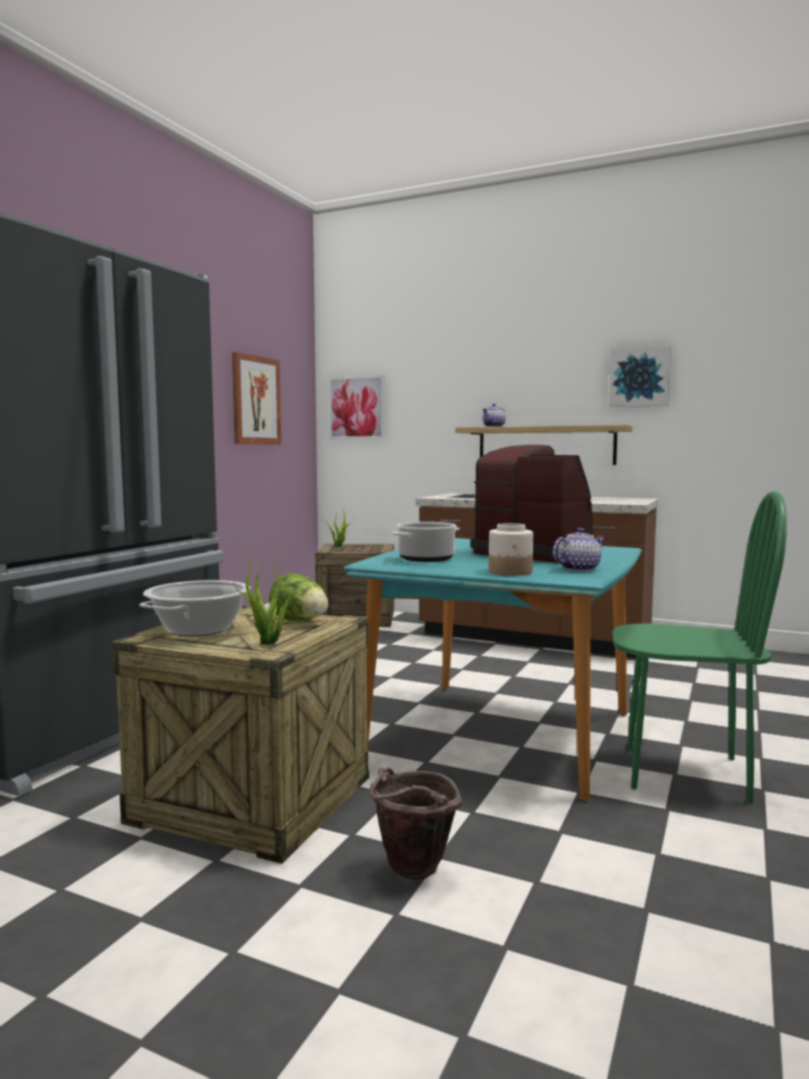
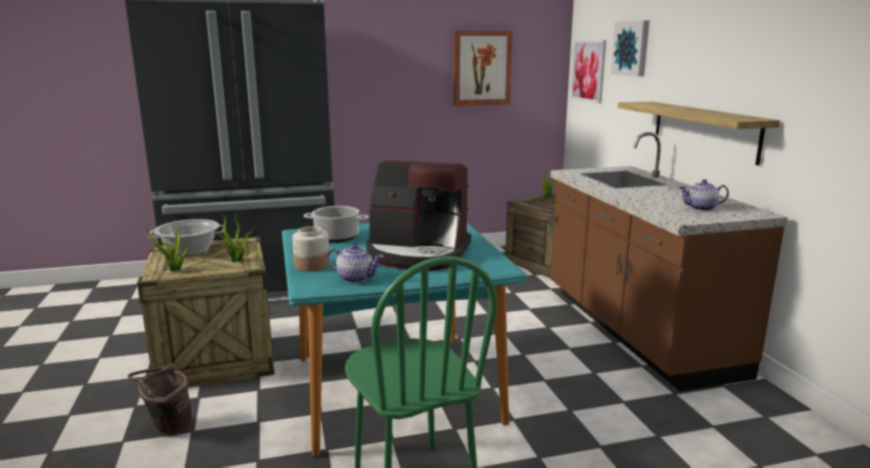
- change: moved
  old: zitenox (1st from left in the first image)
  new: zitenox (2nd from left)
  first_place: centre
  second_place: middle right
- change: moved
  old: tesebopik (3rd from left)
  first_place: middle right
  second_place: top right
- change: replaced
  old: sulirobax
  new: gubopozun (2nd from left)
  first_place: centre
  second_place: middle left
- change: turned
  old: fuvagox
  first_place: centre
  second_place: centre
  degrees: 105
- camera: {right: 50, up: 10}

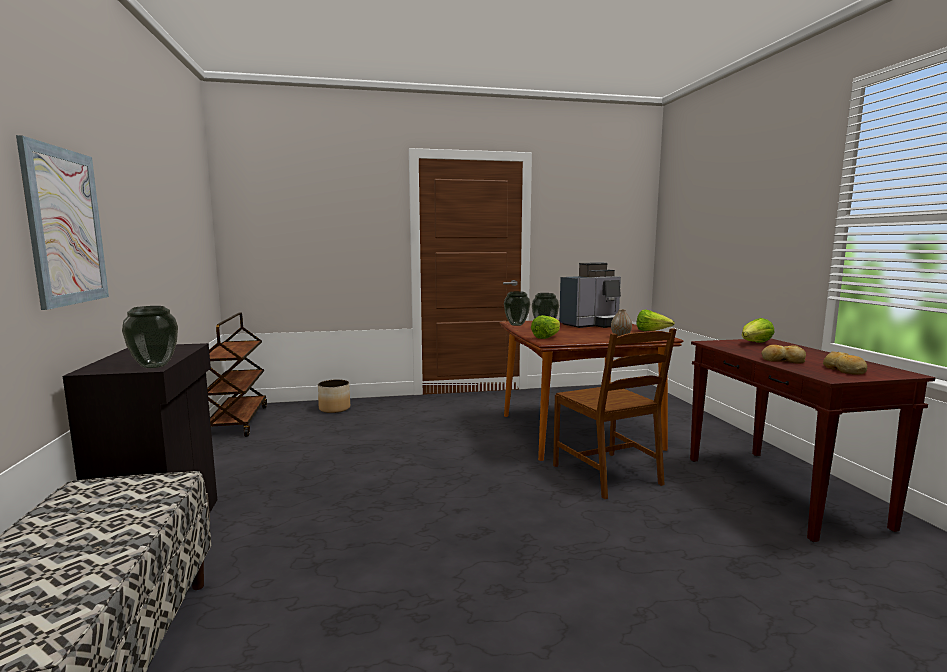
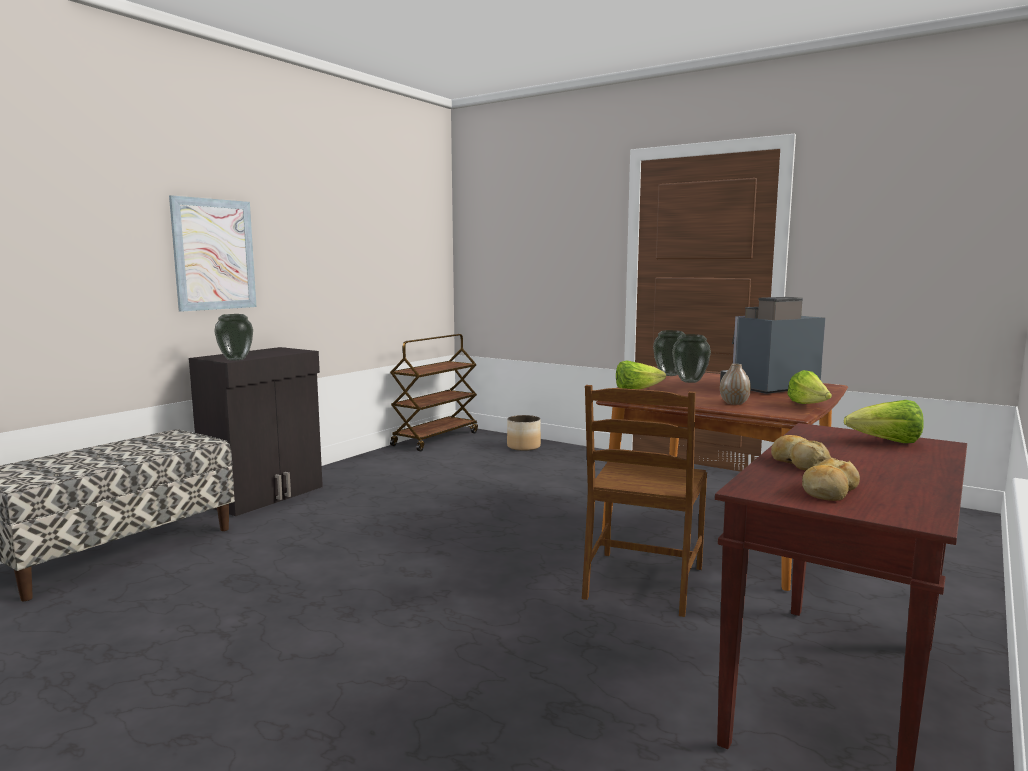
- change: turned
  old: fuvagox
  first_place: centre
  second_place: middle right
  degrees: 135
- camera: {right: 45, up: 0}

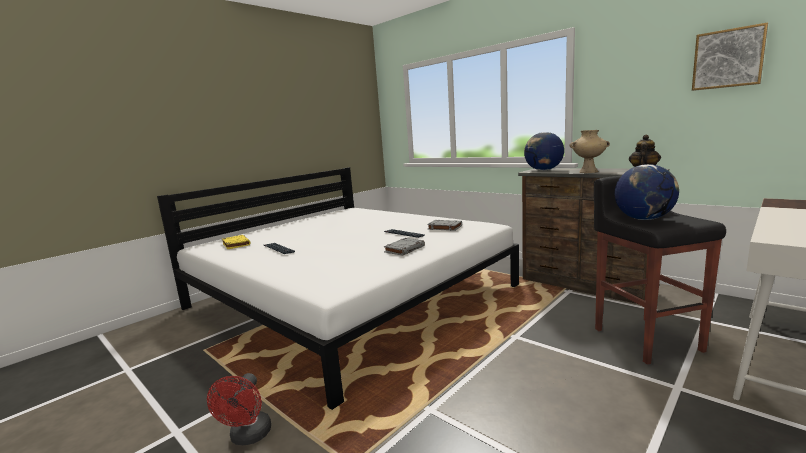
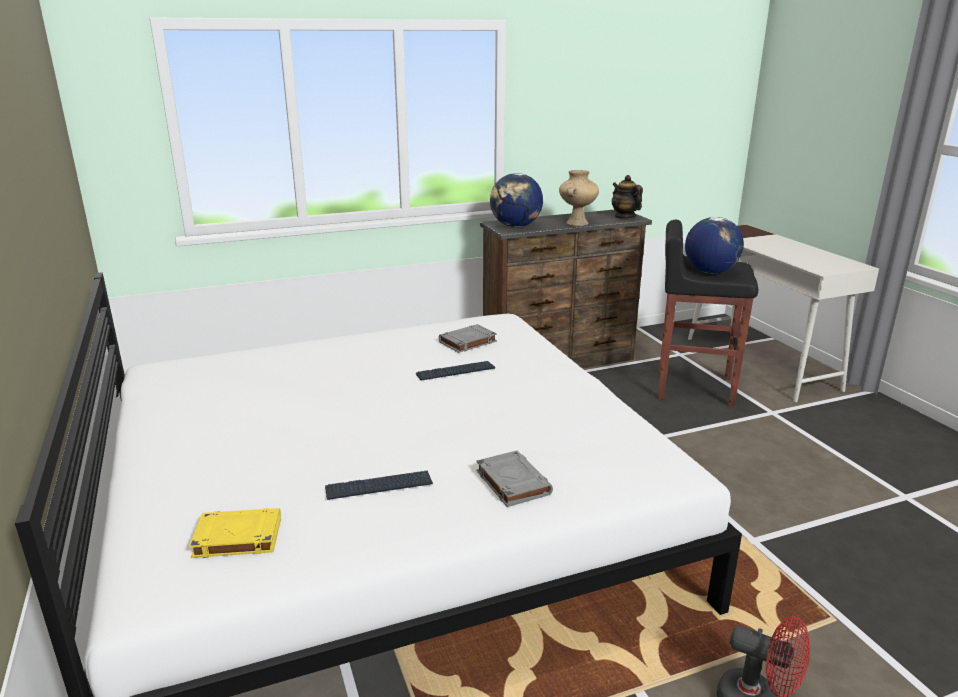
- change: removed
  old: tesebopik
  first_place: top right
- change: moved
  old: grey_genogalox (1st from left in the first image)
  new: grey_genogalox (2nd from left)
  first_place: centre
  second_place: bottom centre
- camera: {right: -65, up: 10}

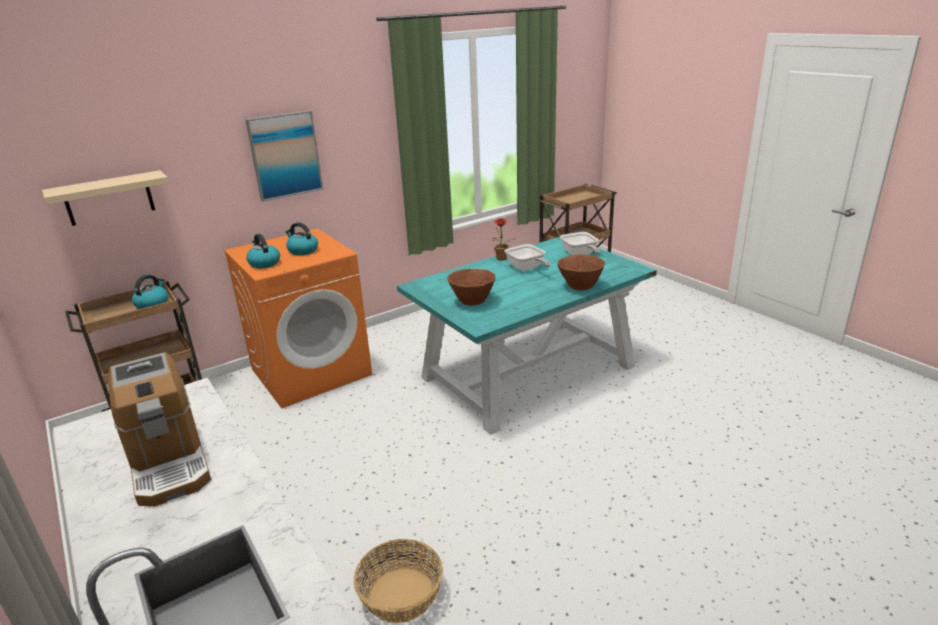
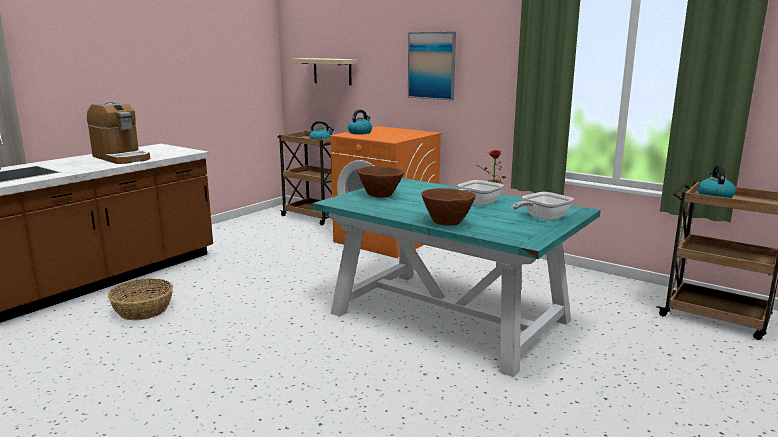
- change: moved
  old: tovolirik (3rd from left)
  first_place: middle left
  second_place: middle right
- change: turned
  old: fuvagox
  first_place: bottom left
  second_place: top left
  degrees: -90
- camera: {right: 70, up: -10}

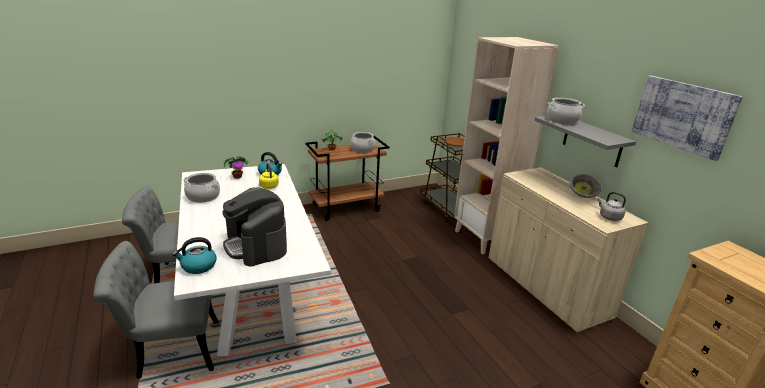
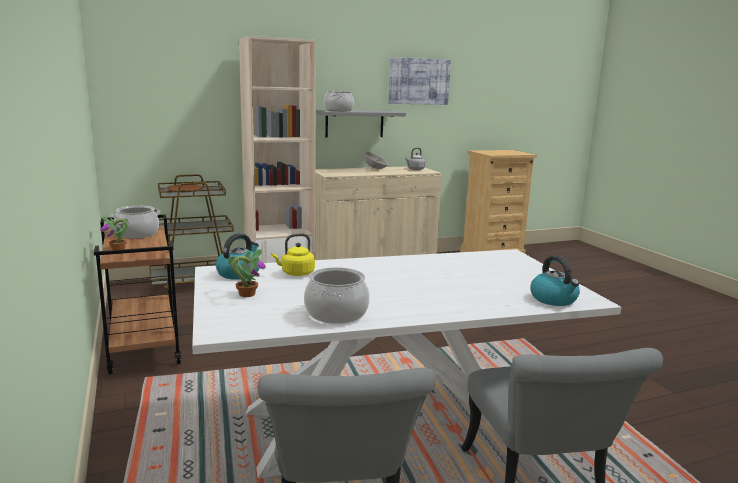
- change: removed
  old: fuvagox
  first_place: middle left
- camera: {right: -85, up: -10}

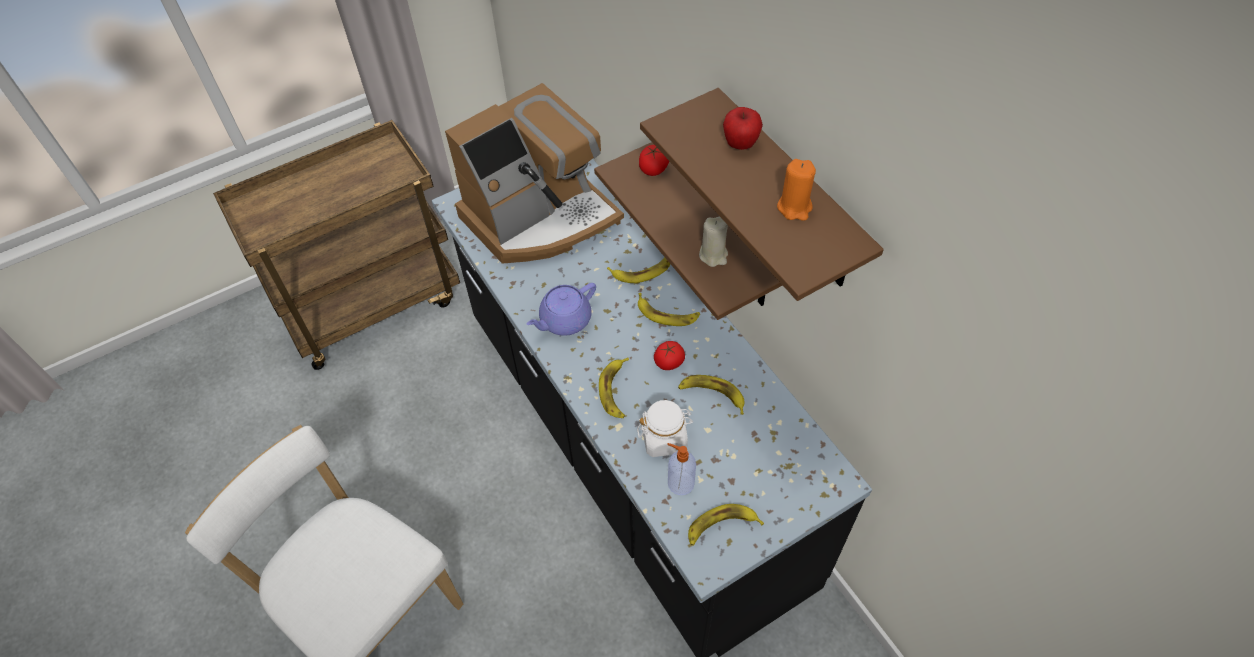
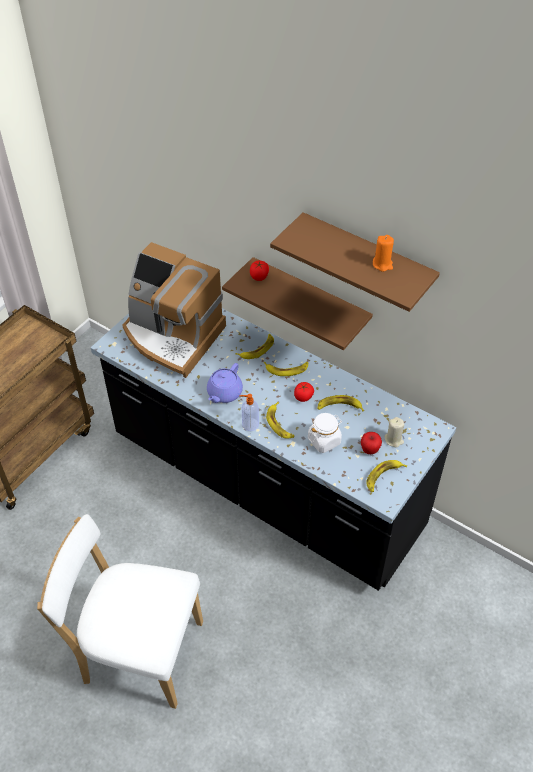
- change: moved
  old: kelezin
  first_place: bottom centre
  second_place: centre
- change: moved
  old: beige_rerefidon
  first_place: centre
  second_place: middle right
- change: moved
  old: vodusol
  first_place: top centre
  second_place: middle right
- change: turned
  old: fuvagox
  first_place: top centre
  second_place: middle left
  degrees: 90
- camera: {right: -25, up: -5}

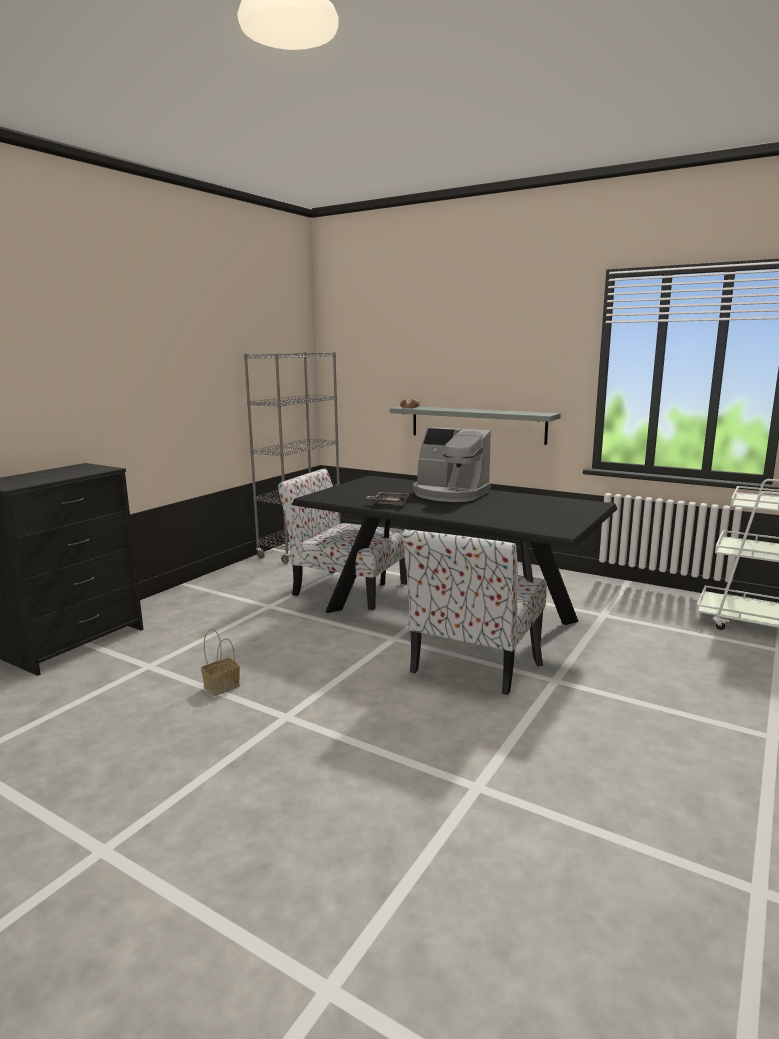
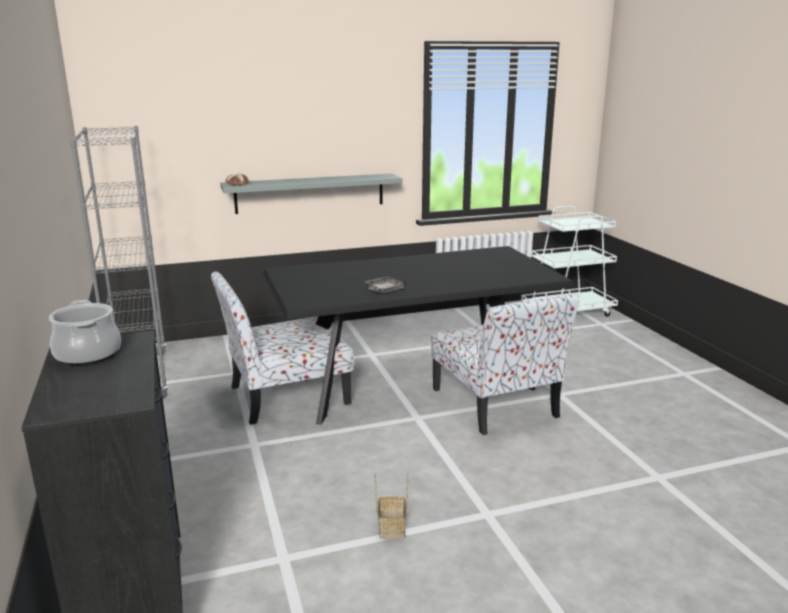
- change: removed
  old: fuvagox
  first_place: centre
- change: added
  new: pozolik
  second_place: middle left
- camera: {right: -50, up: 5}

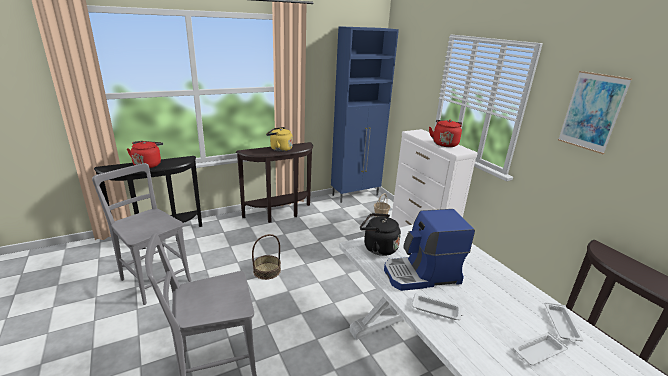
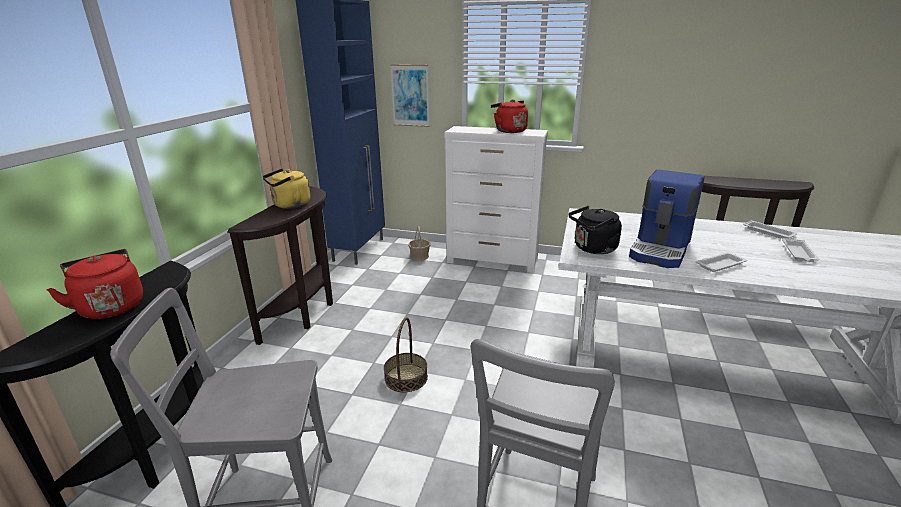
- change: moved
  old: tesebopik
  first_place: top right
  second_place: top centre
- camera: {right: -45, up: 0}

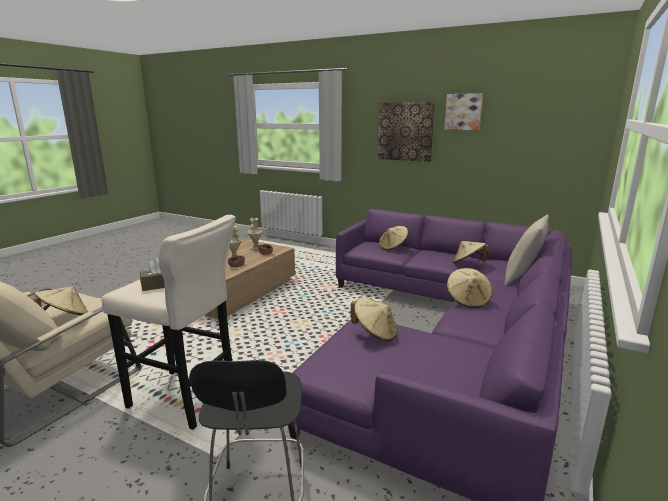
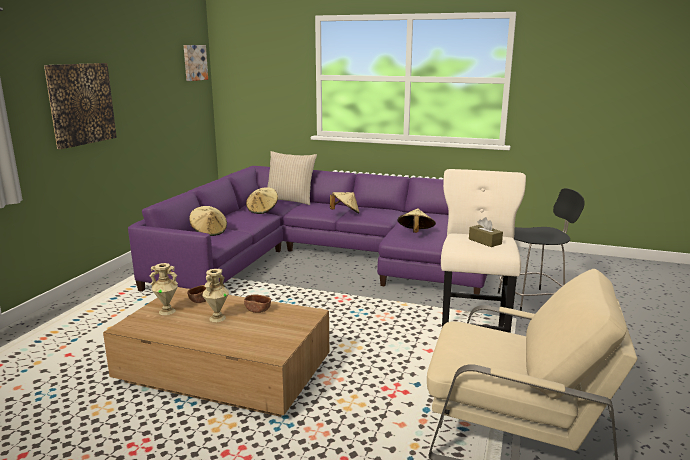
- change: removed
  old: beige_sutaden (1st from left)
  first_place: middle left
- change: moved
  old: tesebopik (2nd from left)
  first_place: top right
  second_place: top left
- camera: {right: -100, up: 0}

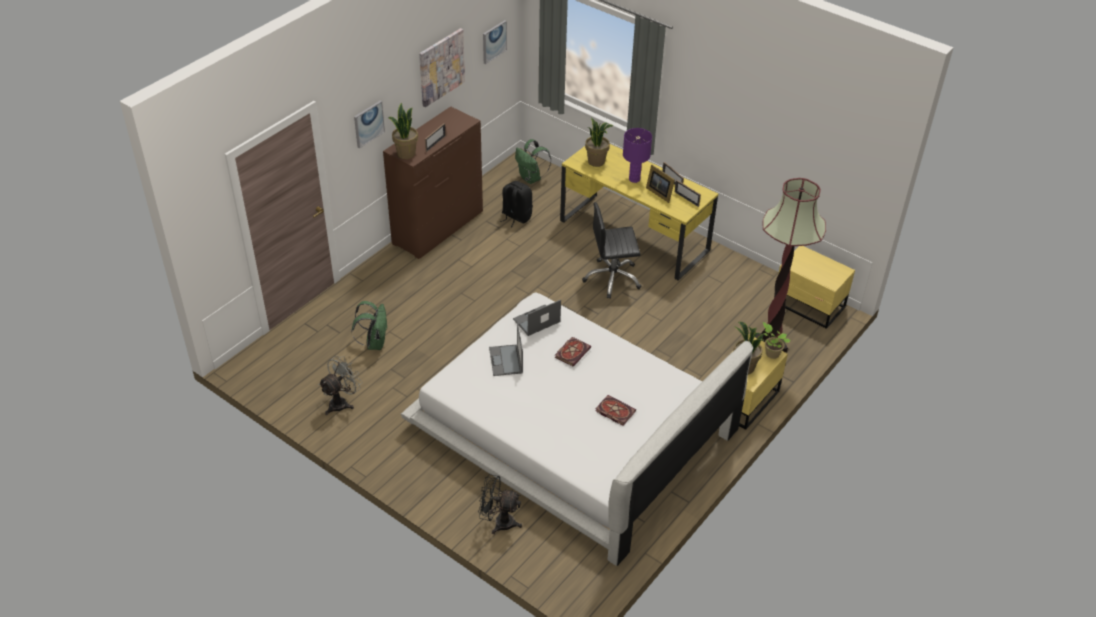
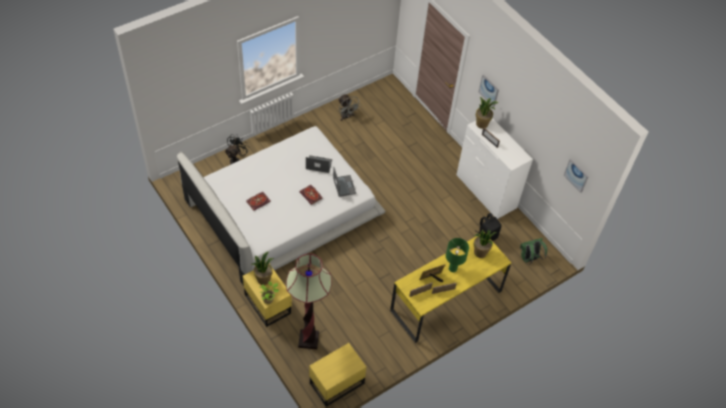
- change: removed
  old: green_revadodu (1st from left)
  first_place: centre
- change: removed
  old: tesebopik (2nd from left)
  first_place: top centre
- change: removed
  old: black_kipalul
  first_place: centre
- change: recoloured
  old: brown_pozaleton
  new: white_pozaleton
  first_place: top centre
  second_place: middle right
- change: recoloured
  old: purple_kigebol
  new: green_kigebol
  first_place: top centre
  second_place: centre
- camera: {right: 105, up: 10}

